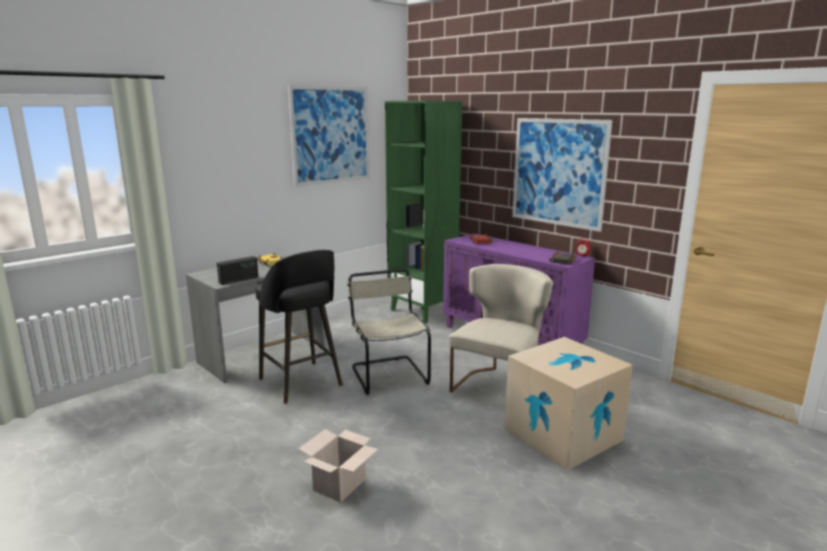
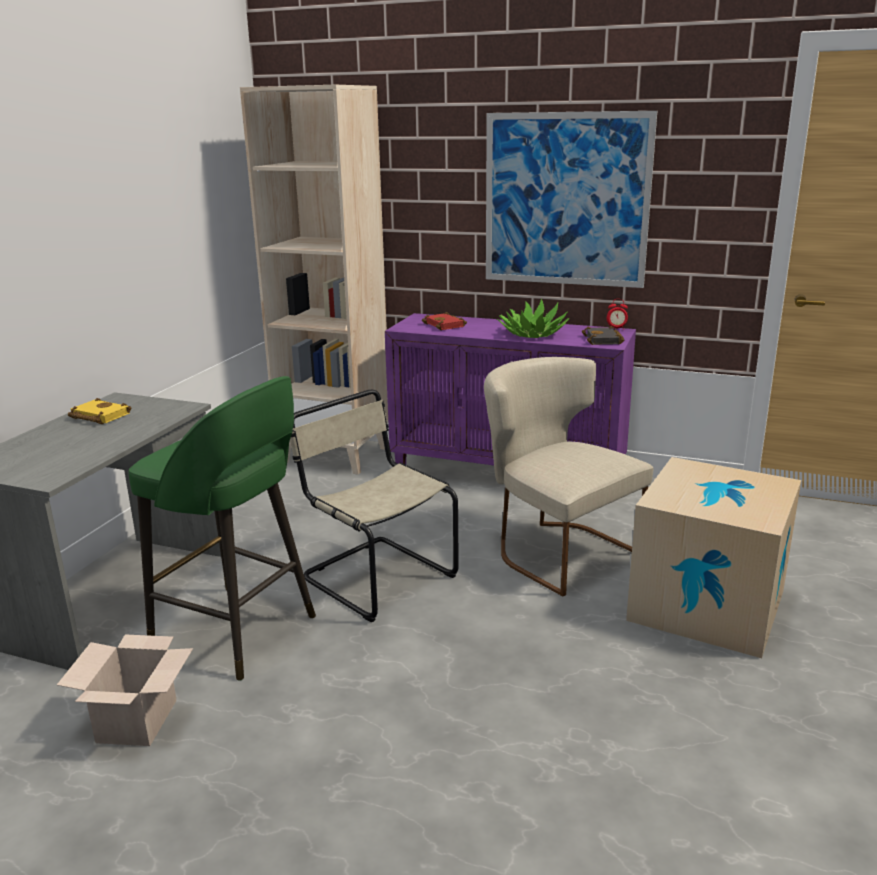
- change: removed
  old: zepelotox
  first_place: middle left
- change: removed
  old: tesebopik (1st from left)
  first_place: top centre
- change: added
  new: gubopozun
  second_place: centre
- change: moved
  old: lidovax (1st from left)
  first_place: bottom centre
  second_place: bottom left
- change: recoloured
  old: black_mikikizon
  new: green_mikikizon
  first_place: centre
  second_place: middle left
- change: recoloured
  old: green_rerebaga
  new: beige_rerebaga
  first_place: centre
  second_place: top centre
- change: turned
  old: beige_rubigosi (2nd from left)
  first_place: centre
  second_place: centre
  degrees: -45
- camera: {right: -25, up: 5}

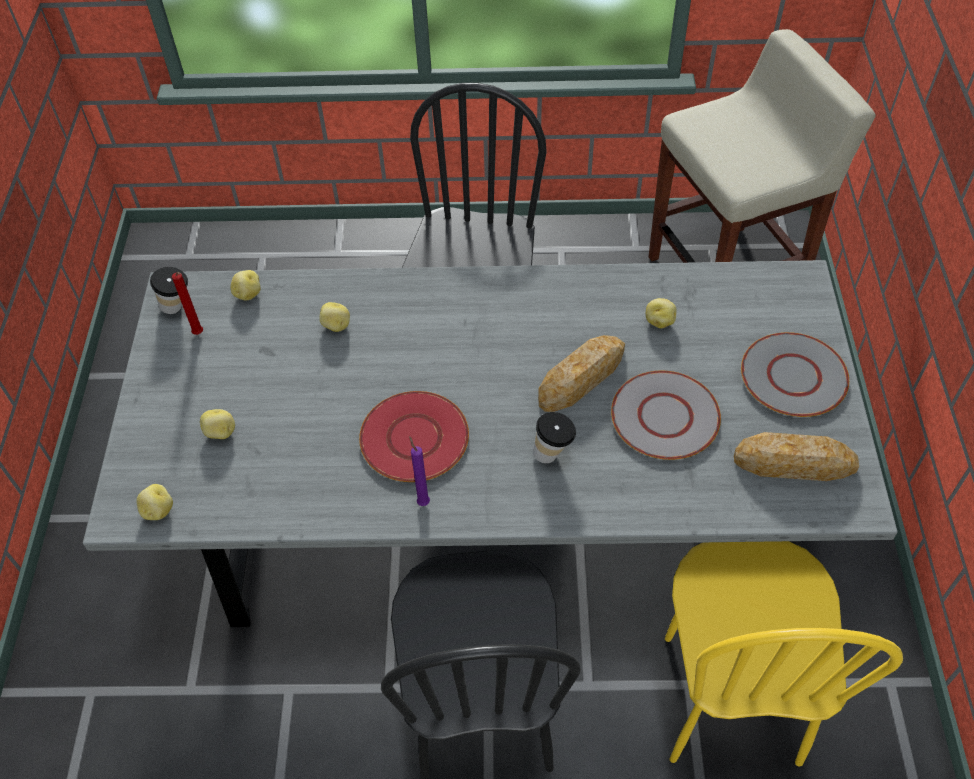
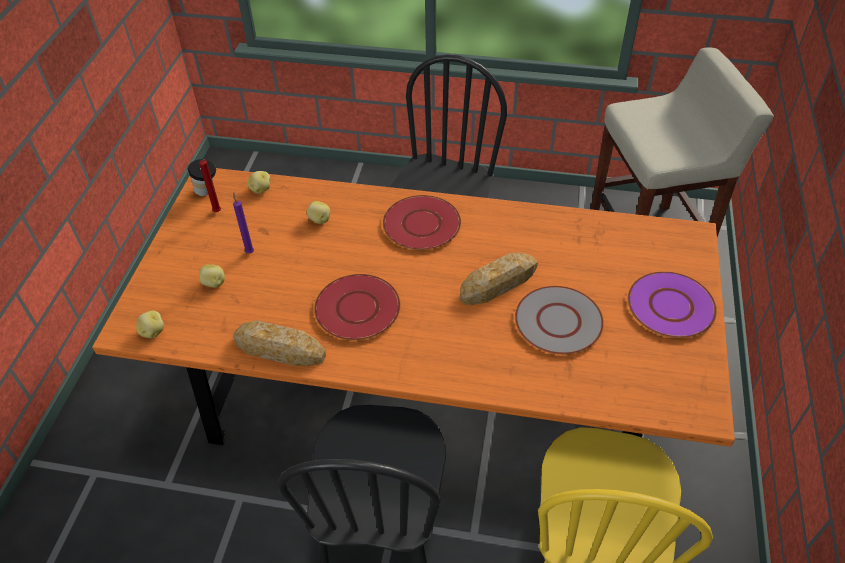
- change: removed
  old: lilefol (2nd from left)
  first_place: centre
- change: removed
  old: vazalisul (5th from left)
  first_place: middle right
- change: added
  new: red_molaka (2nd from left)
  second_place: centre
- change: moved
  old: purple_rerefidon
  first_place: centre
  second_place: middle left
- change: moved
  old: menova (2nd from left in the first image)
  new: menova (1st from left)
  first_place: middle right
  second_place: middle left
- change: recoloured
  old: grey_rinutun
  new: orange_rinutun
  first_place: centre
  second_place: centre
- change: recoloured
  old: grey_molaka (2nd from left)
  new: purple_molaka
  first_place: middle right
  second_place: middle right
- camera: {right: 10, up: -5}

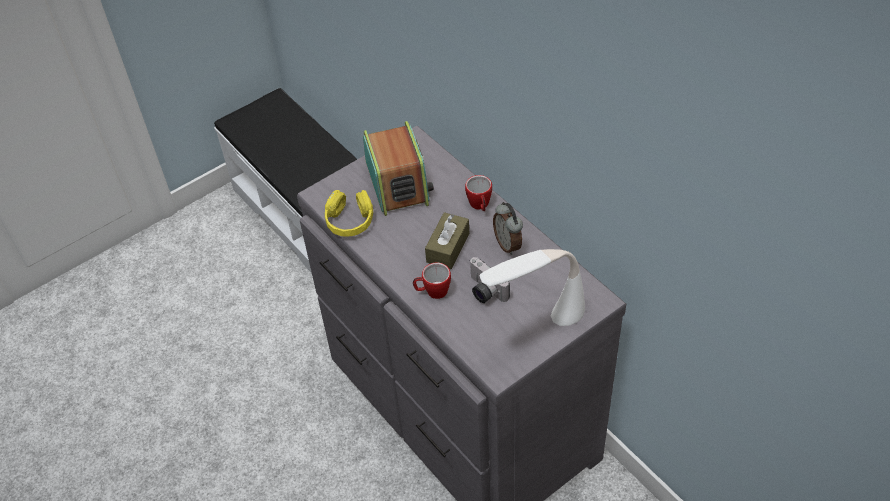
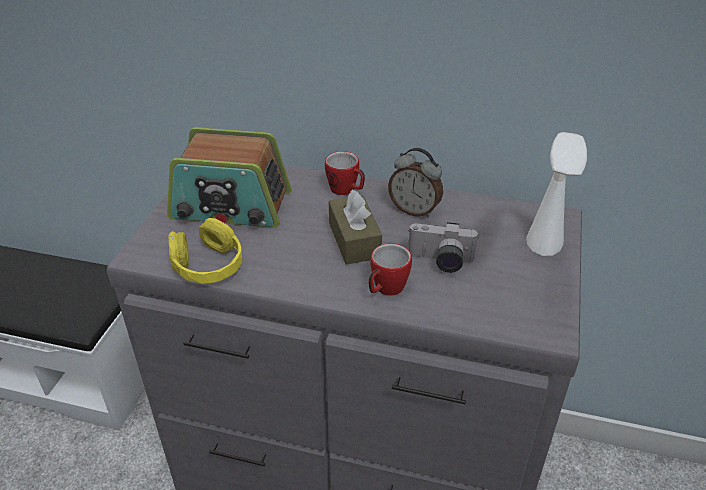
- change: turned
  old: zepelotox
  first_place: centre
  second_place: middle left
  degrees: 150
- camera: {right: -40, up: -10}

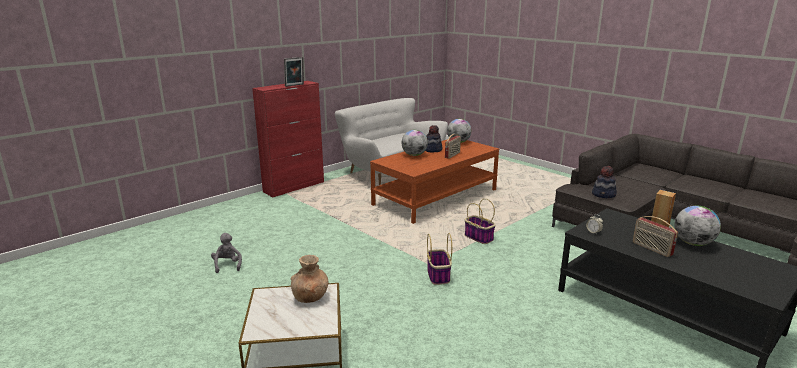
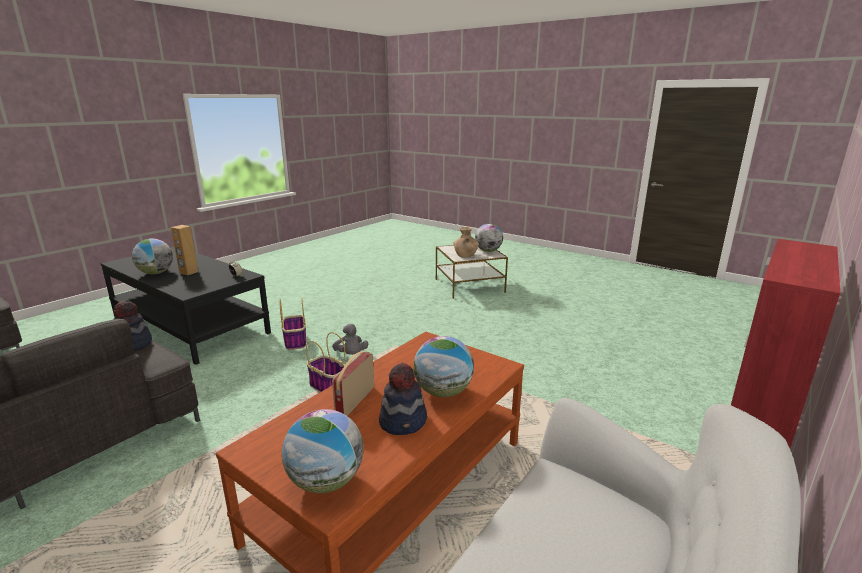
- change: removed
  old: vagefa
  first_place: top centre
- change: removed
  old: zepelotox (2nd from left)
  first_place: middle right
- change: added
  new: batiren (4th from left)
  second_place: centre
- change: moved
  old: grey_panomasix
  first_place: bottom left
  second_place: centre
- change: moved
  old: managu (1st from left)
  first_place: bottom centre
  second_place: centre
- camera: {right: 170, up: 0}

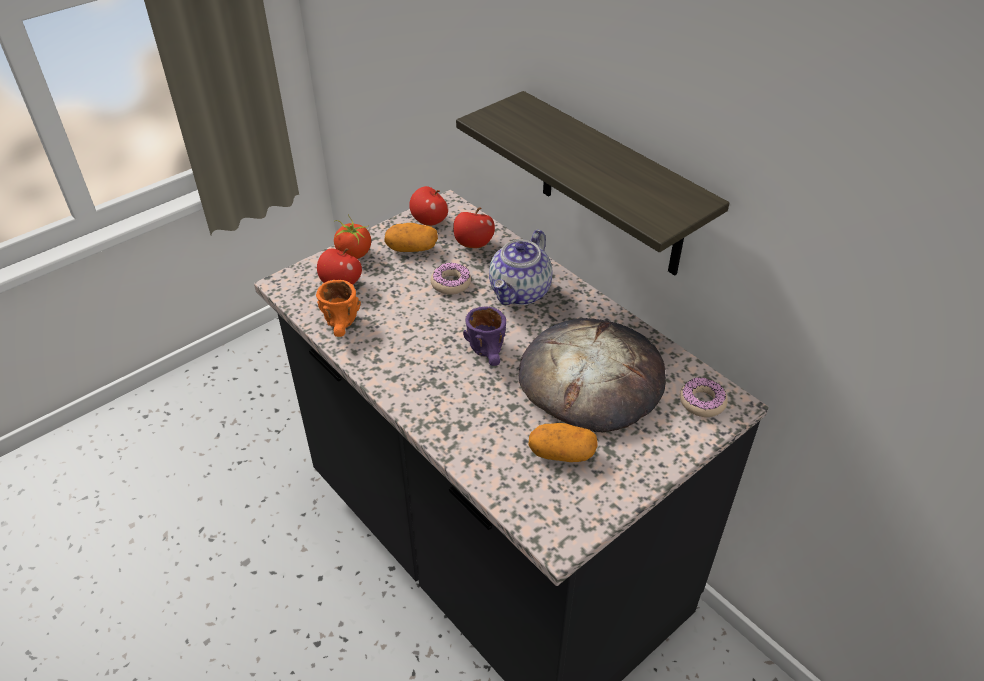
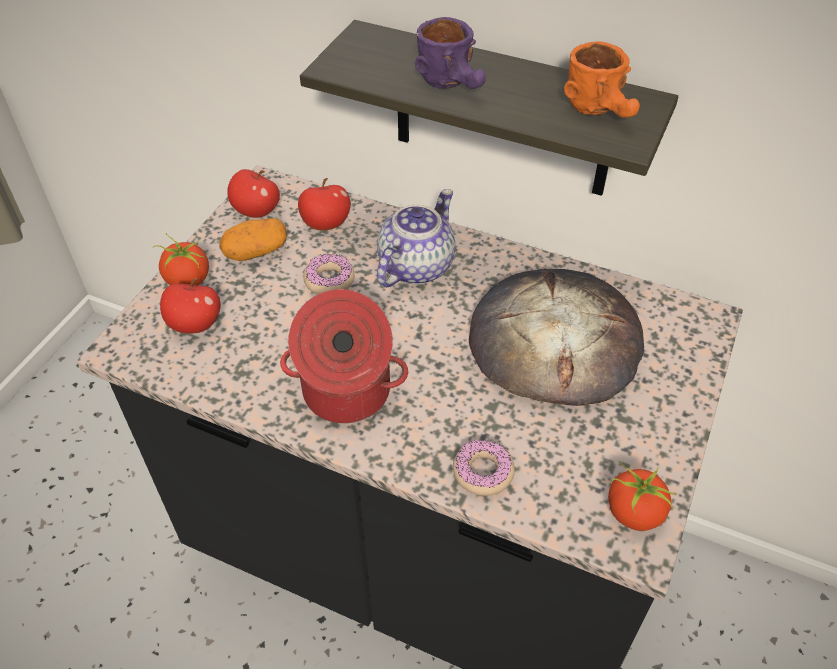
- change: removed
  old: vazalisul (2nd from left)
  first_place: centre
- change: added
  new: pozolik
  second_place: centre
- change: added
  new: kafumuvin (2nd from left)
  second_place: bottom right
- change: moved
  old: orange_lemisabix
  first_place: centre
  second_place: top right
- change: moved
  old: purple_lemisabix
  first_place: centre
  second_place: top centre
- change: moved
  old: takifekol (2nd from left)
  first_place: middle right
  second_place: bottom centre
- change: turned
  old: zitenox
  first_place: centre
  second_place: centre
  degrees: -150
- camera: {right: -25, up: 5}

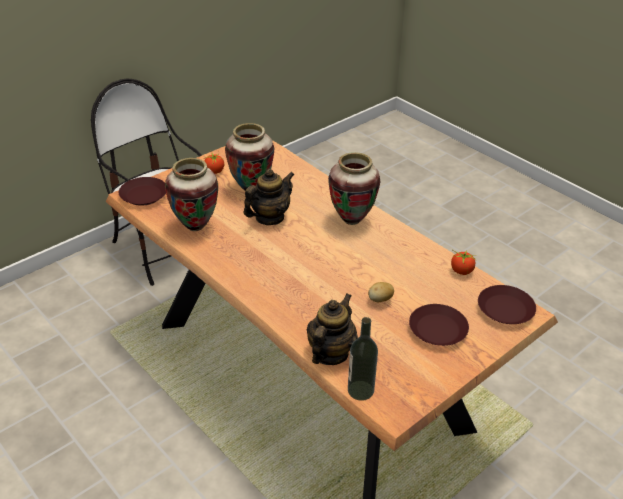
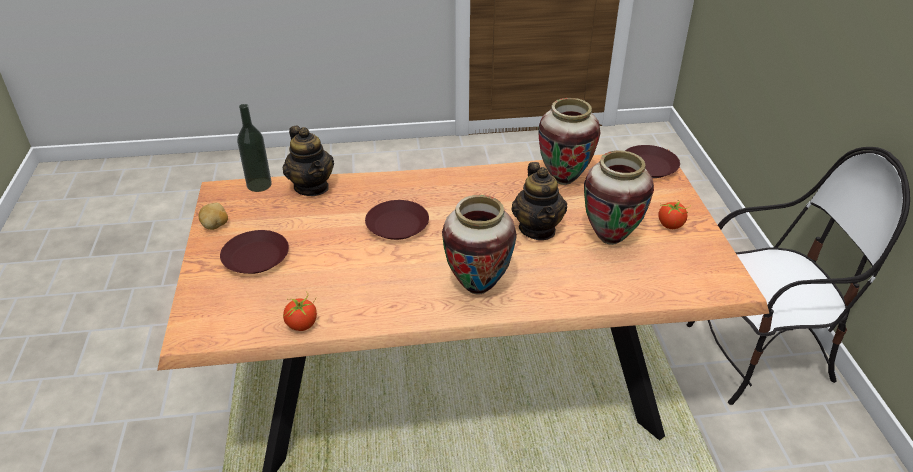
- change: moved
  old: vazalisul
  first_place: centre
  second_place: middle left
- change: moved
  old: brown_molaka (3rd from left in the first image)
  new: brown_molaka (2nd from left)
  first_place: middle right
  second_place: centre
- camera: {right: 125, up: 0}

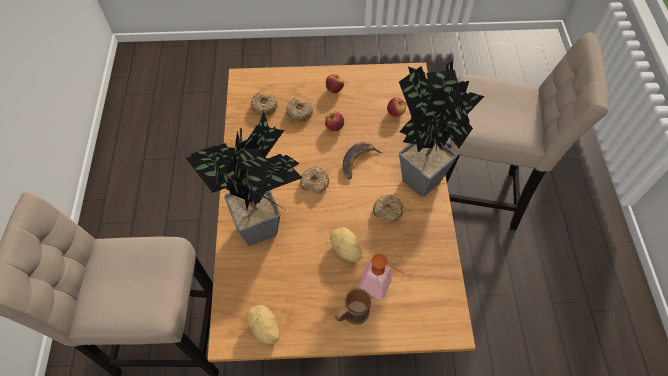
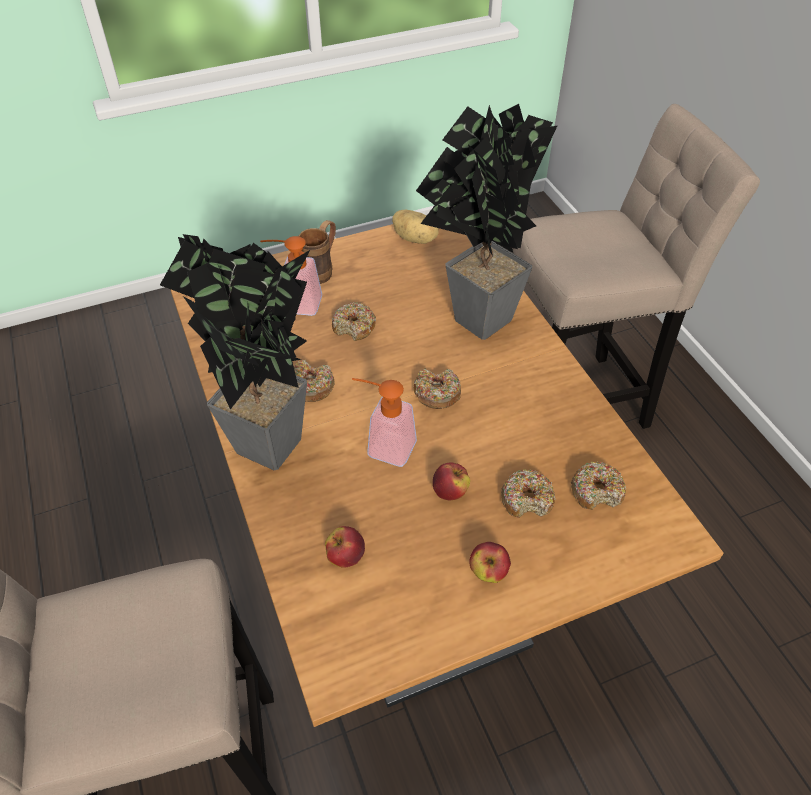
- change: replaced
  old: vazalisul (2nd from left)
  new: takifekol (2nd from left)
  first_place: centre
  second_place: centre
- change: replaced
  old: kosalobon
  new: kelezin (2nd from left)
  first_place: centre
  second_place: centre
- camera: {right: 160, up: -10}

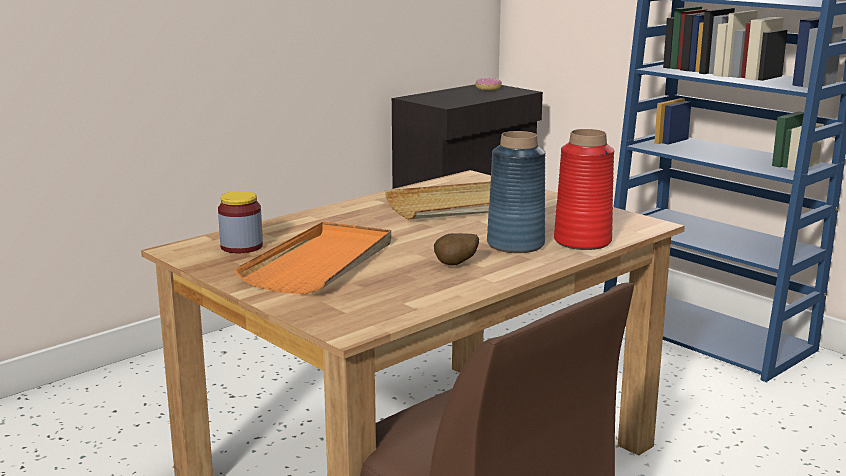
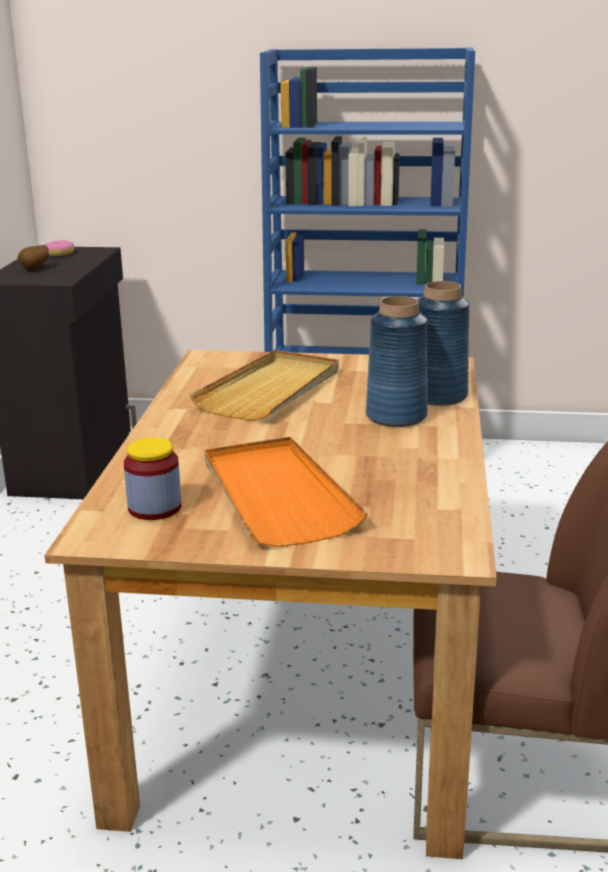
- change: moved
  old: vazalisul
  first_place: centre
  second_place: top left
- change: recoloured
  old: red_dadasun
  new: blue_dadasun (2nd from left)
  first_place: middle right
  second_place: middle right
- camera: {right: -40, up: 5}

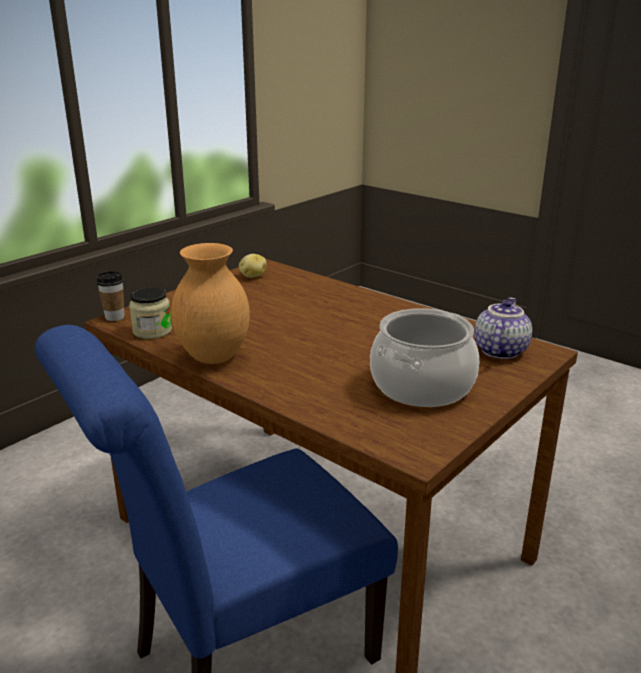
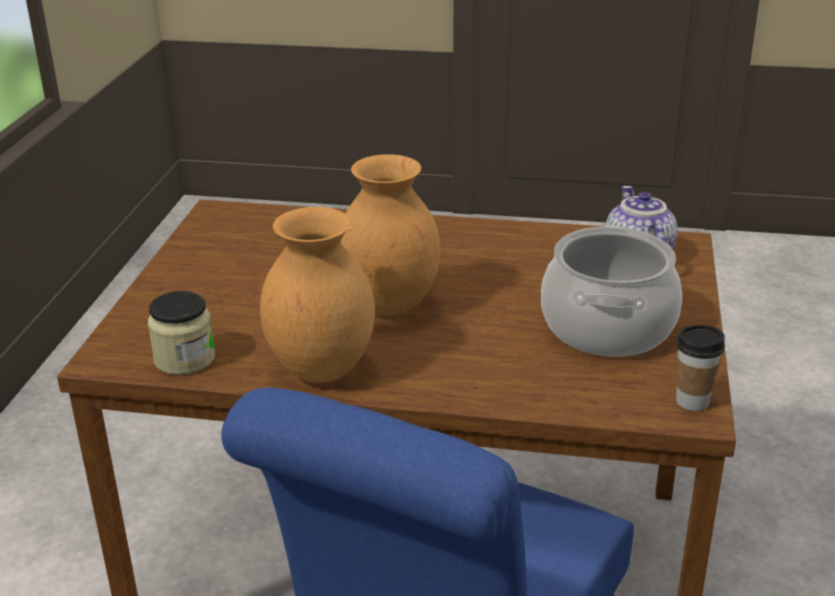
- change: removed
  old: vazalisul
  first_place: centre
- change: added
  new: brown_dadasun (2nd from left)
  second_place: centre
- change: moved
  old: lilefol
  first_place: middle left
  second_place: middle right
- camera: {right: -30, up: 5}

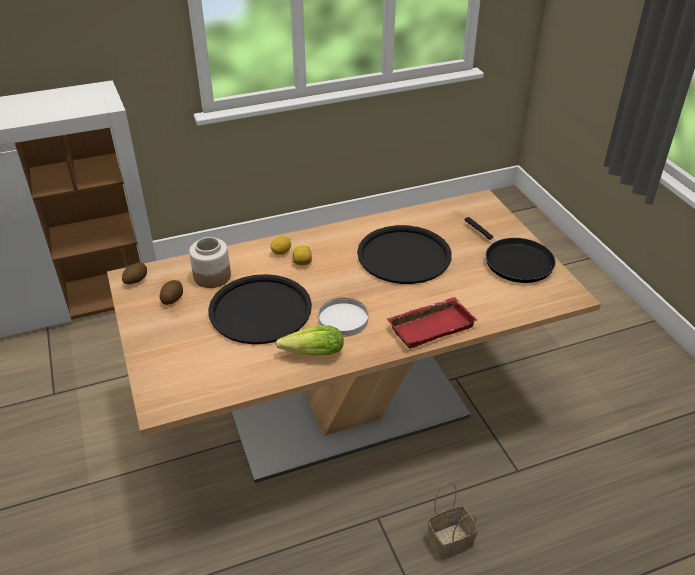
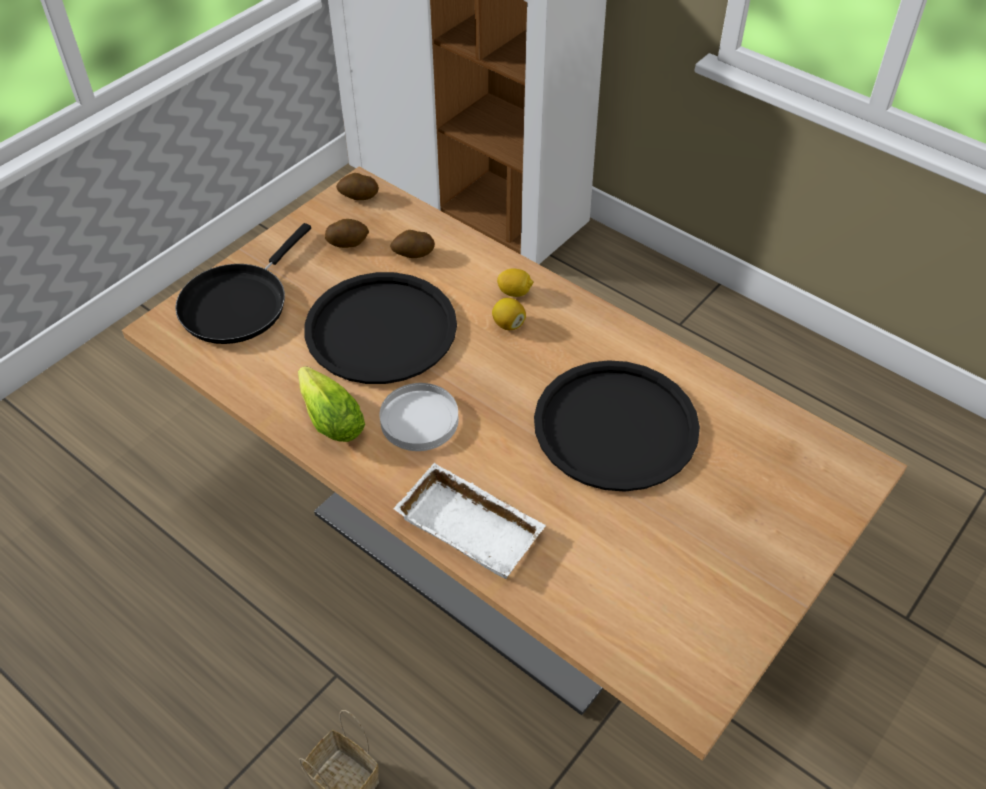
- change: moved
  old: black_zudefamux
  first_place: middle right
  second_place: middle left
- change: replaced
  old: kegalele
  new: vazalisul (3rd from left)
  first_place: middle left
  second_place: top centre
- change: recoloured
  old: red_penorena
  new: white_penorena
  first_place: centre
  second_place: centre
- camera: {right: 60, up: 10}

